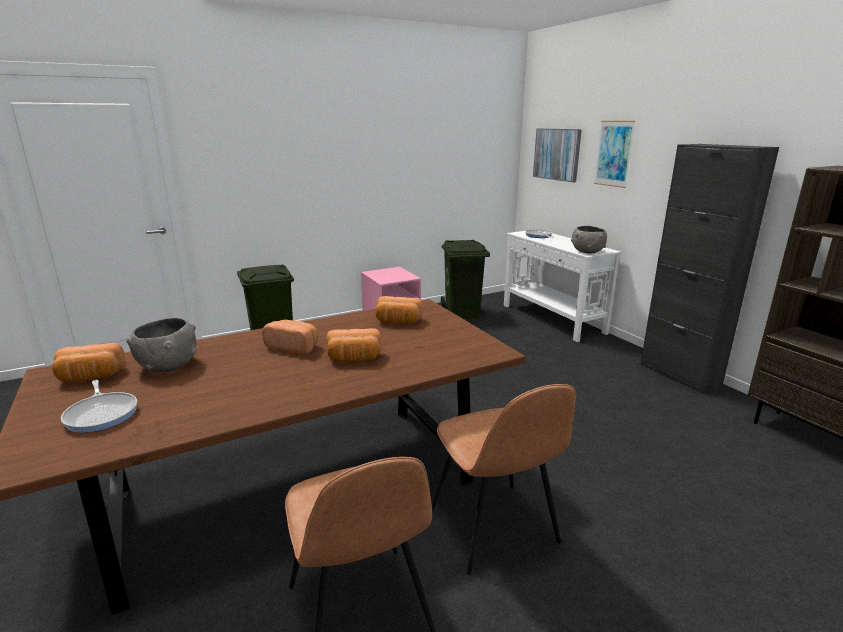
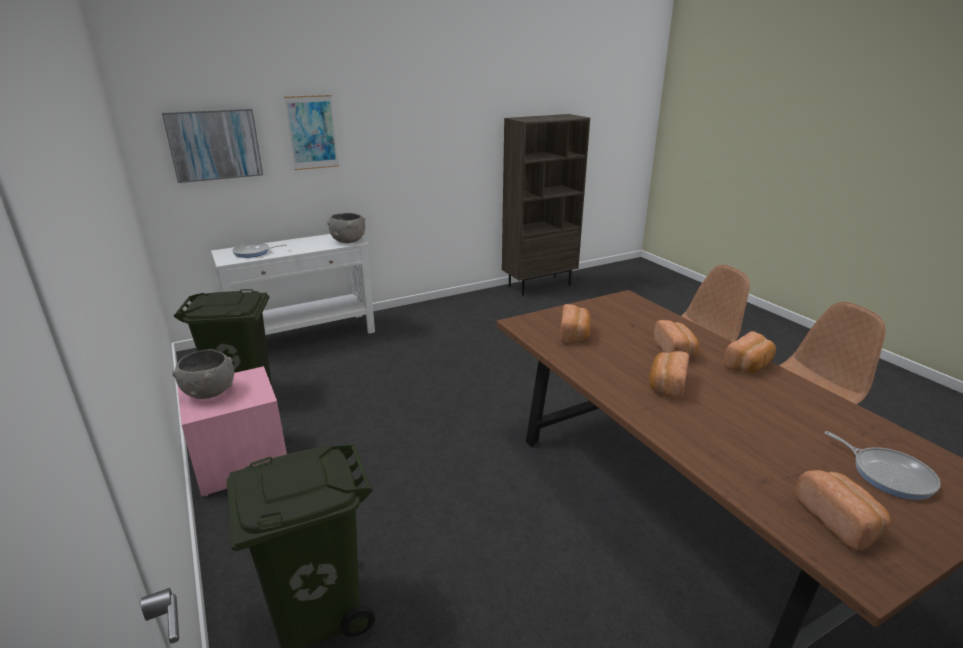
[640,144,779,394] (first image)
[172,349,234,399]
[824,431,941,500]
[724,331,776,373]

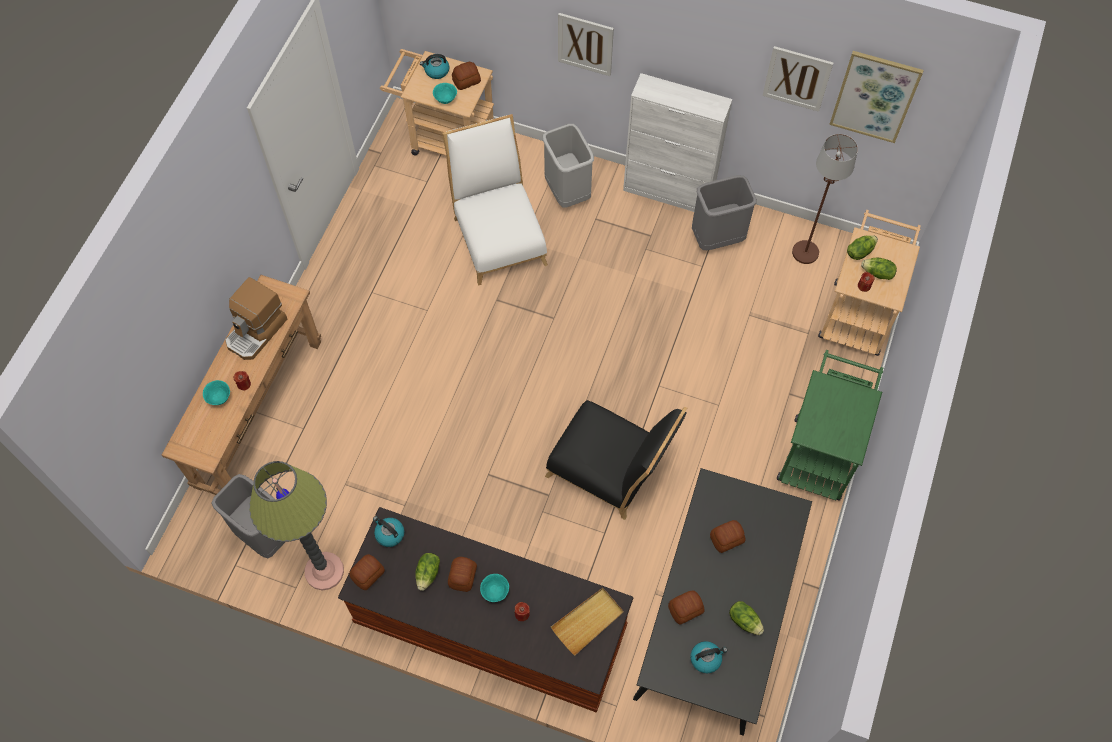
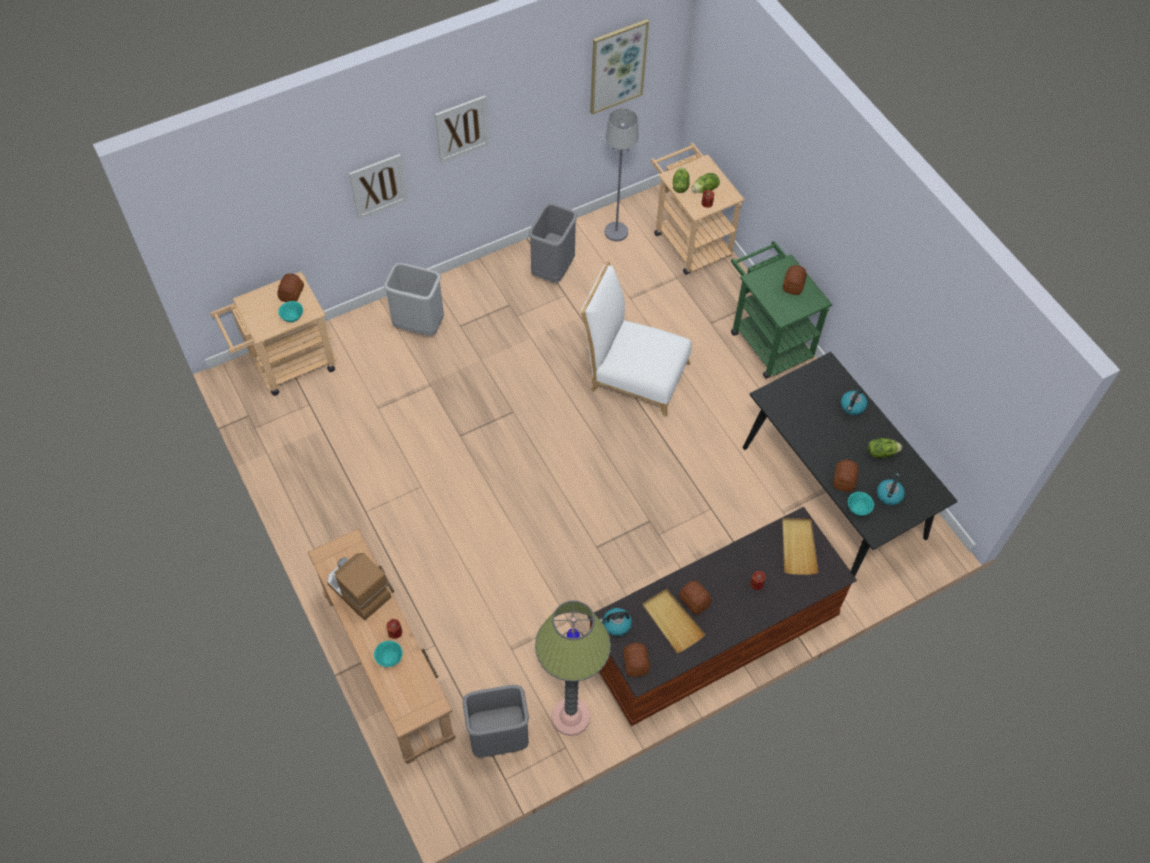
[435,95,489,163]
[841,388,868,415]
[623,73,732,212] (first image)
[581,261,691,417]
[605,108,639,241]
[327,553,391,620]
[545,400,687,520] (first image)
[783,265,807,295]
[642,589,705,653]
[848,492,874,516]

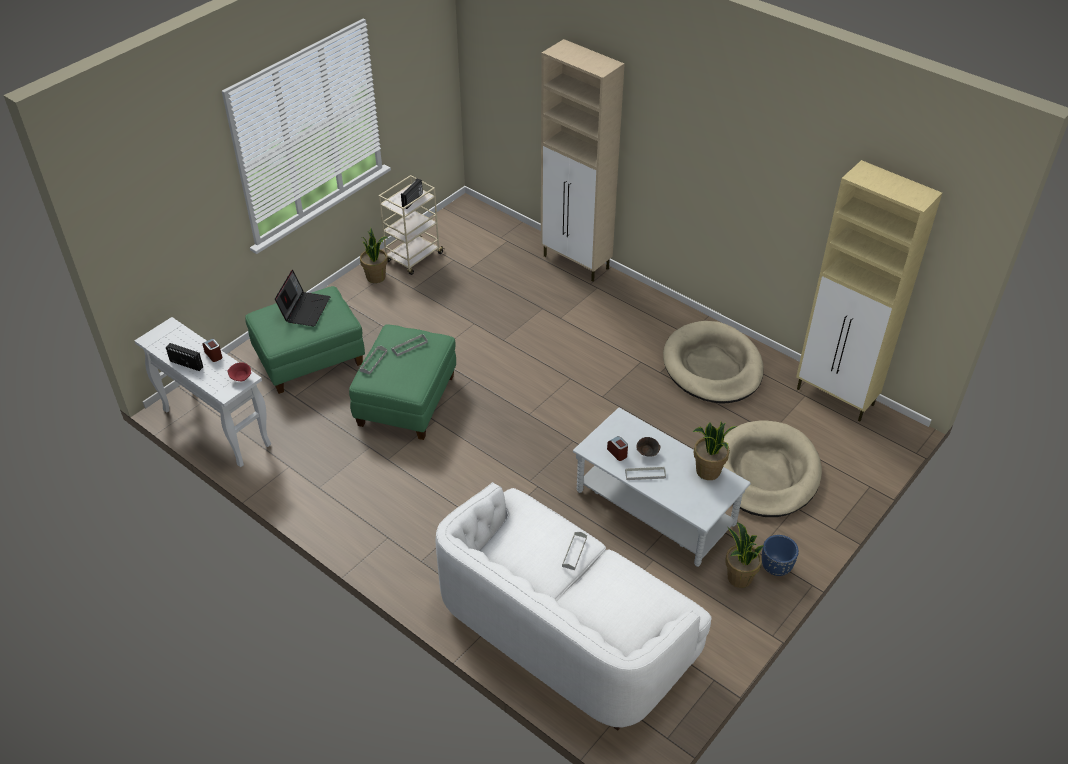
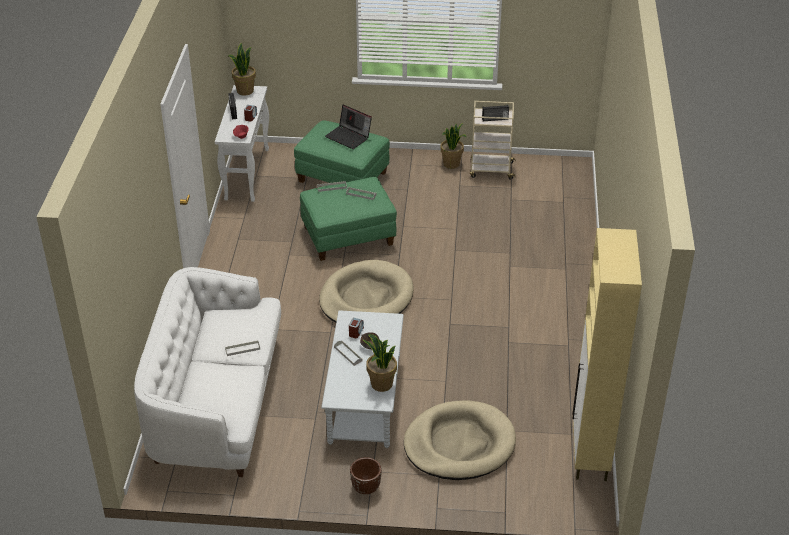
[541,39,625,282] (first image)
[325,105,372,149]
[319,260,414,323]
[229,43,256,96]
[350,457,382,494]

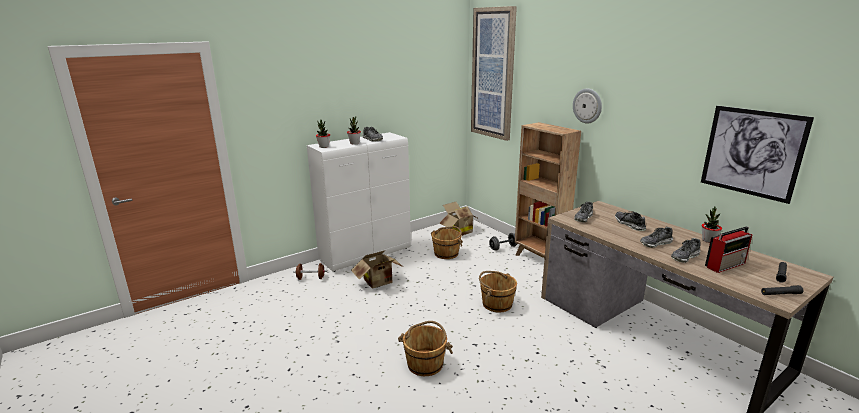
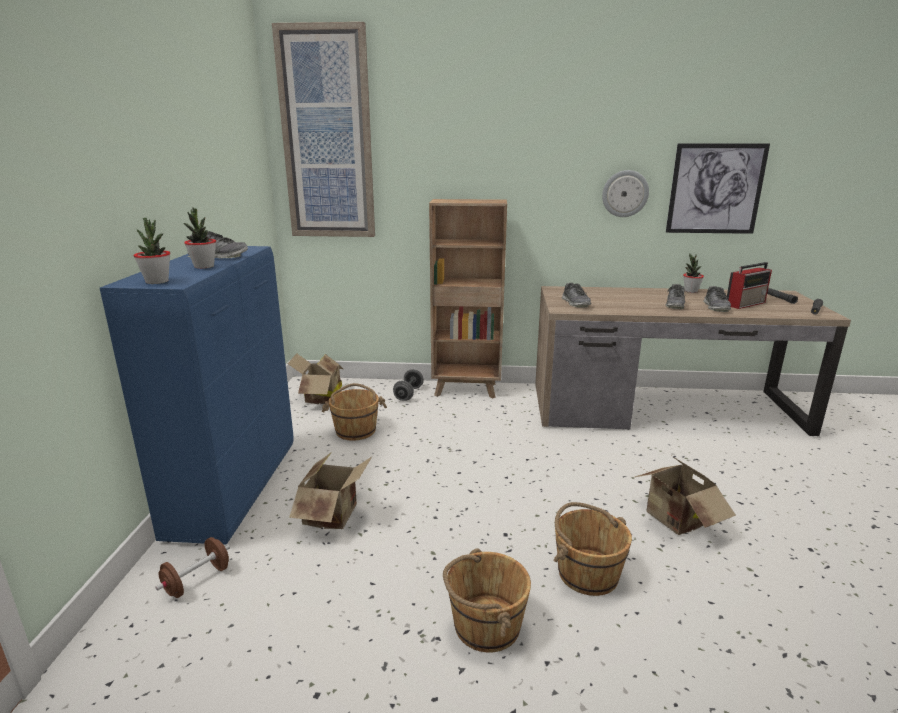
[602,170,649,217]
[100,246,294,545]
[615,211,646,231] (first image)
[727,262,772,309]
[443,549,531,652]
[635,456,736,535]

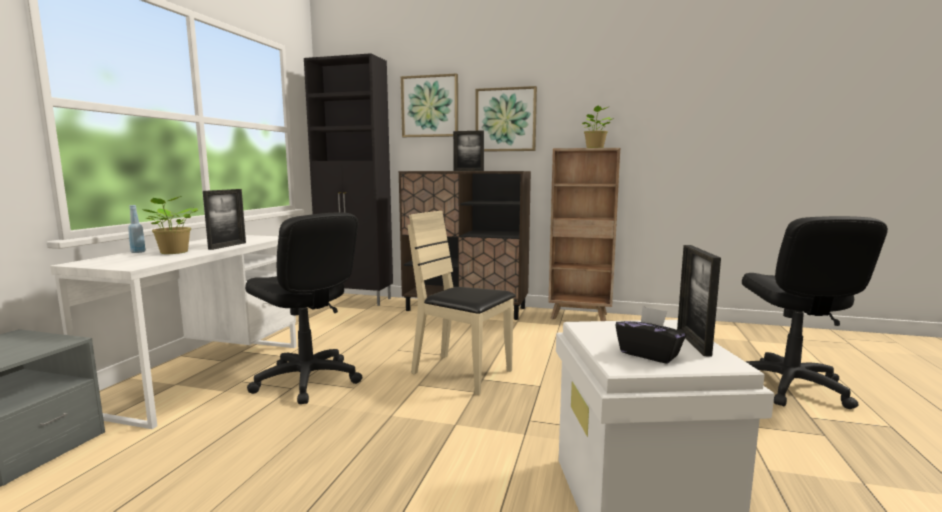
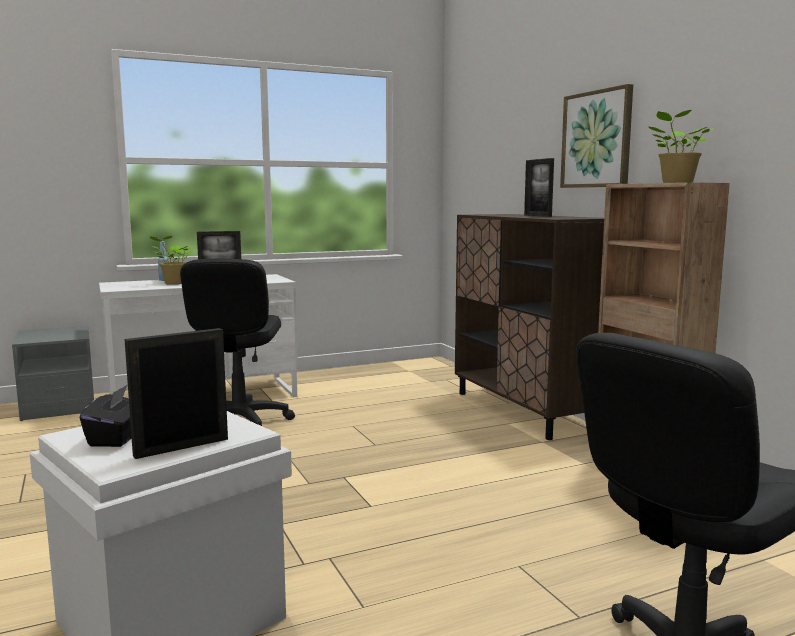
[304,53,393,306] (first image)
[401,73,458,137] (first image)
[407,211,516,395] (first image)

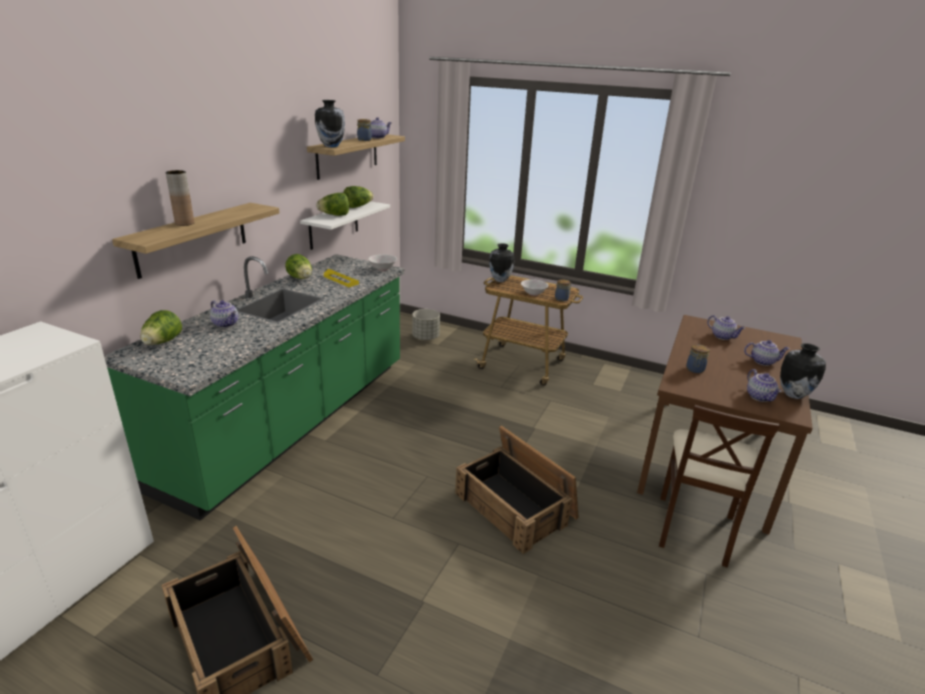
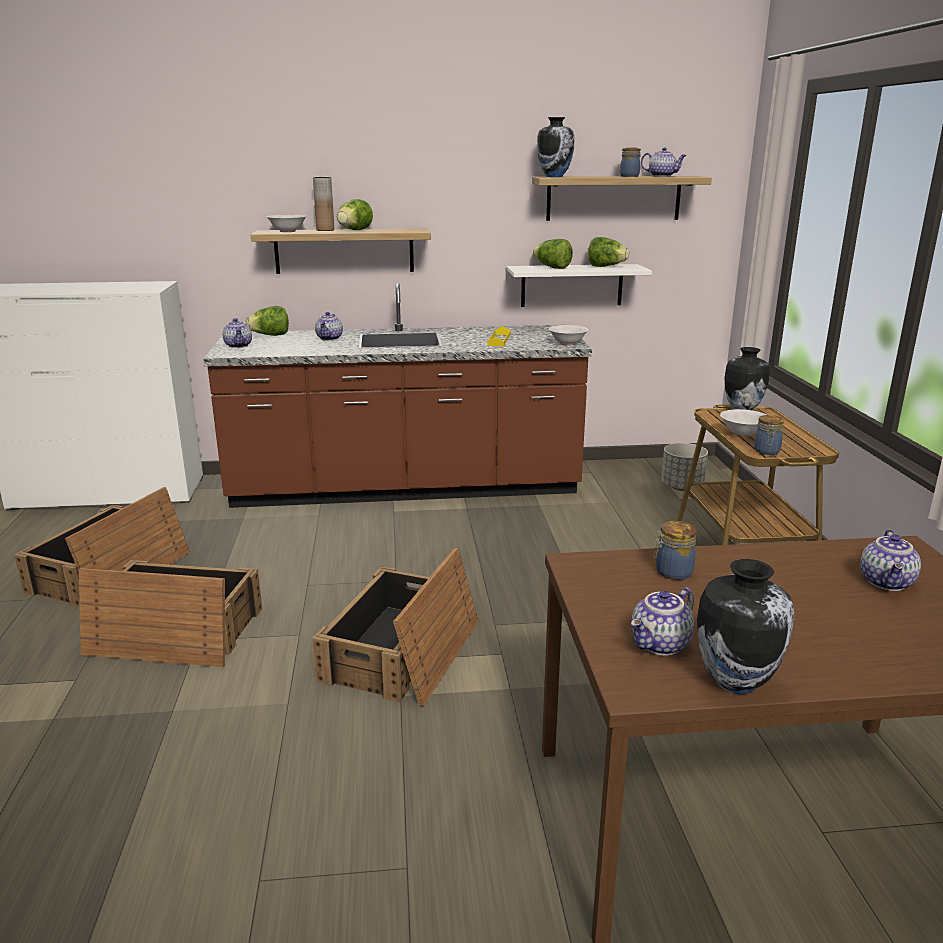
[203,283,592,508]
[337,199,373,230]
[223,318,252,348]
[659,405,780,568] (first image)
[267,215,307,232]
[79,560,262,667]

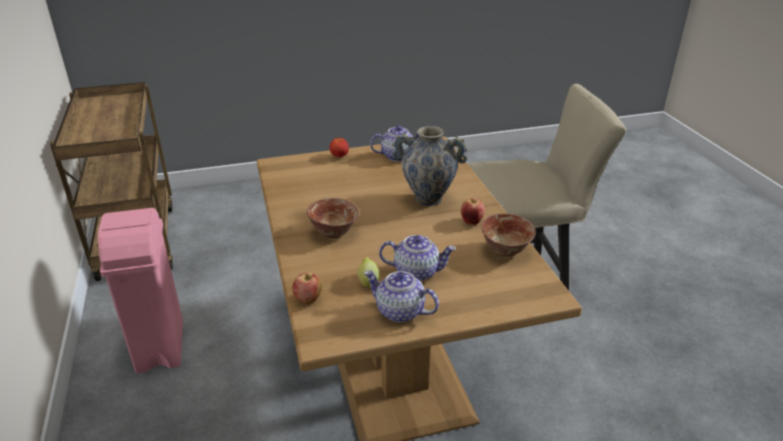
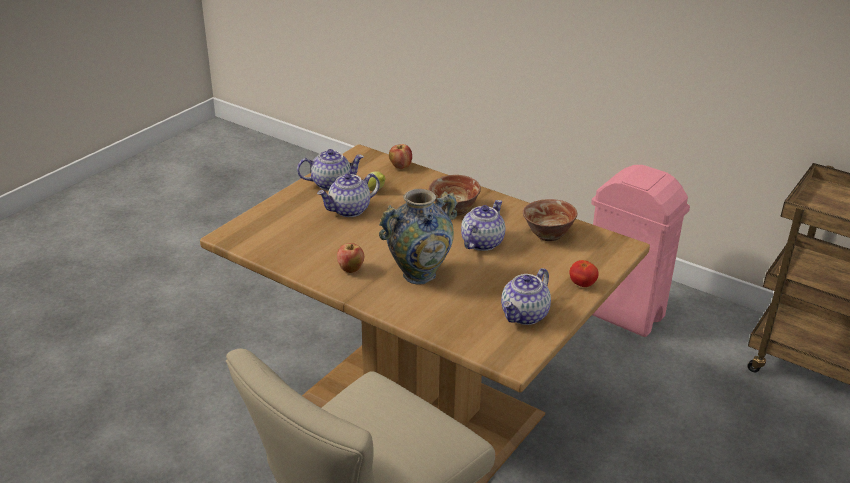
[523,199,577,241]
[461,200,505,251]

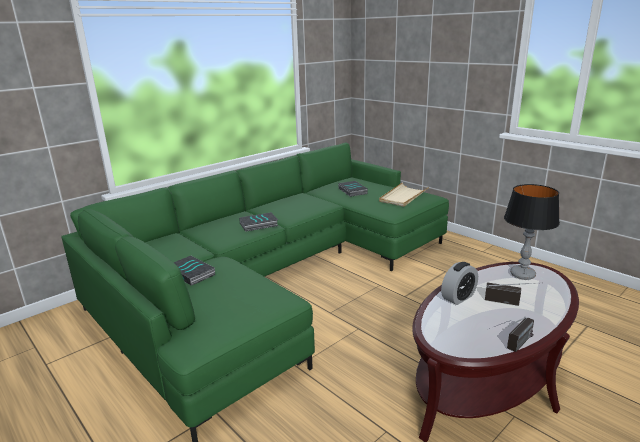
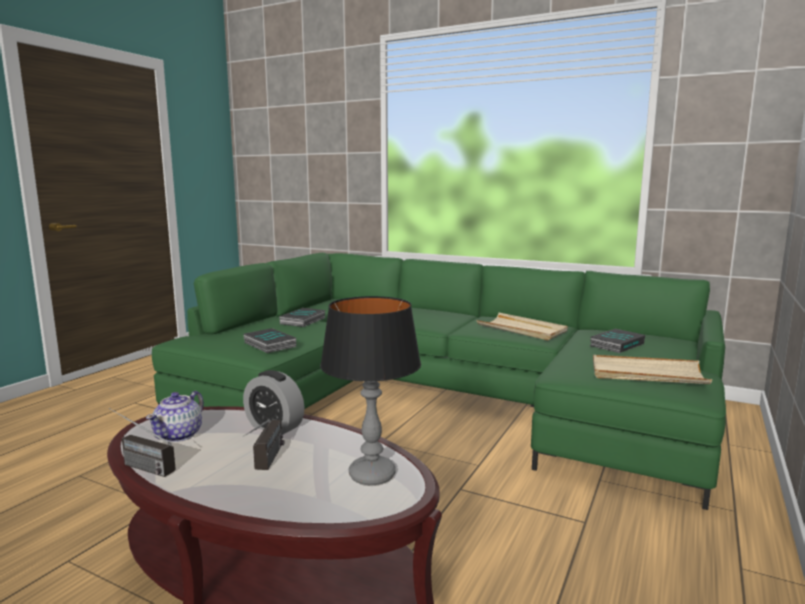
[244,328,296,353]
[477,313,568,340]
[146,391,204,442]

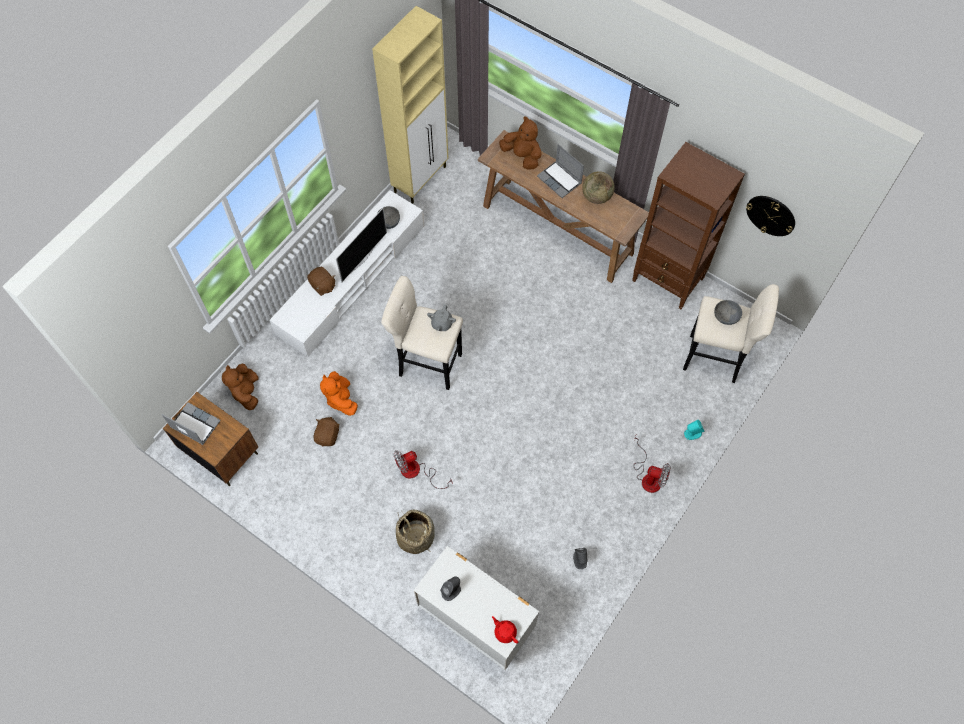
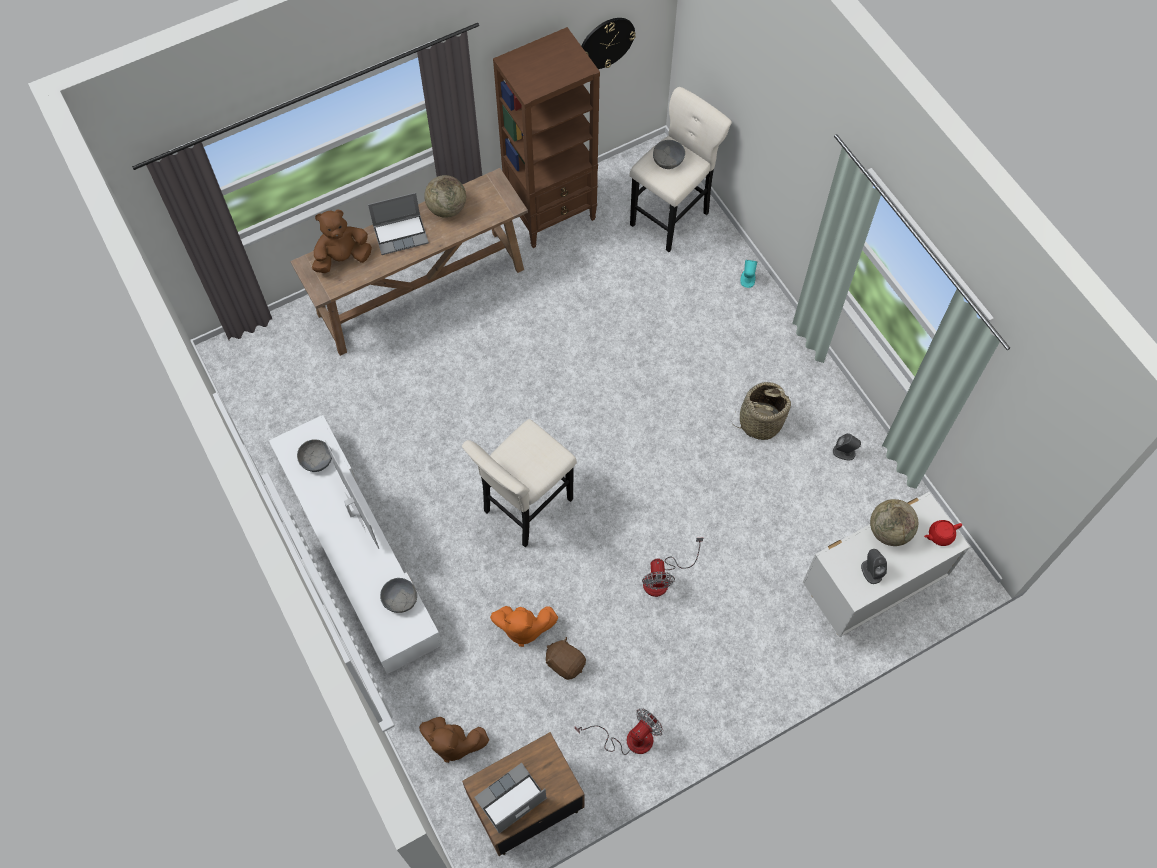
[372,6,449,204] (first image)
[307,266,335,296] (first image)
[427,304,456,331] (first image)
[575,708,663,755]
[736,382,791,440]
[870,499,918,546]
[380,578,417,613]

